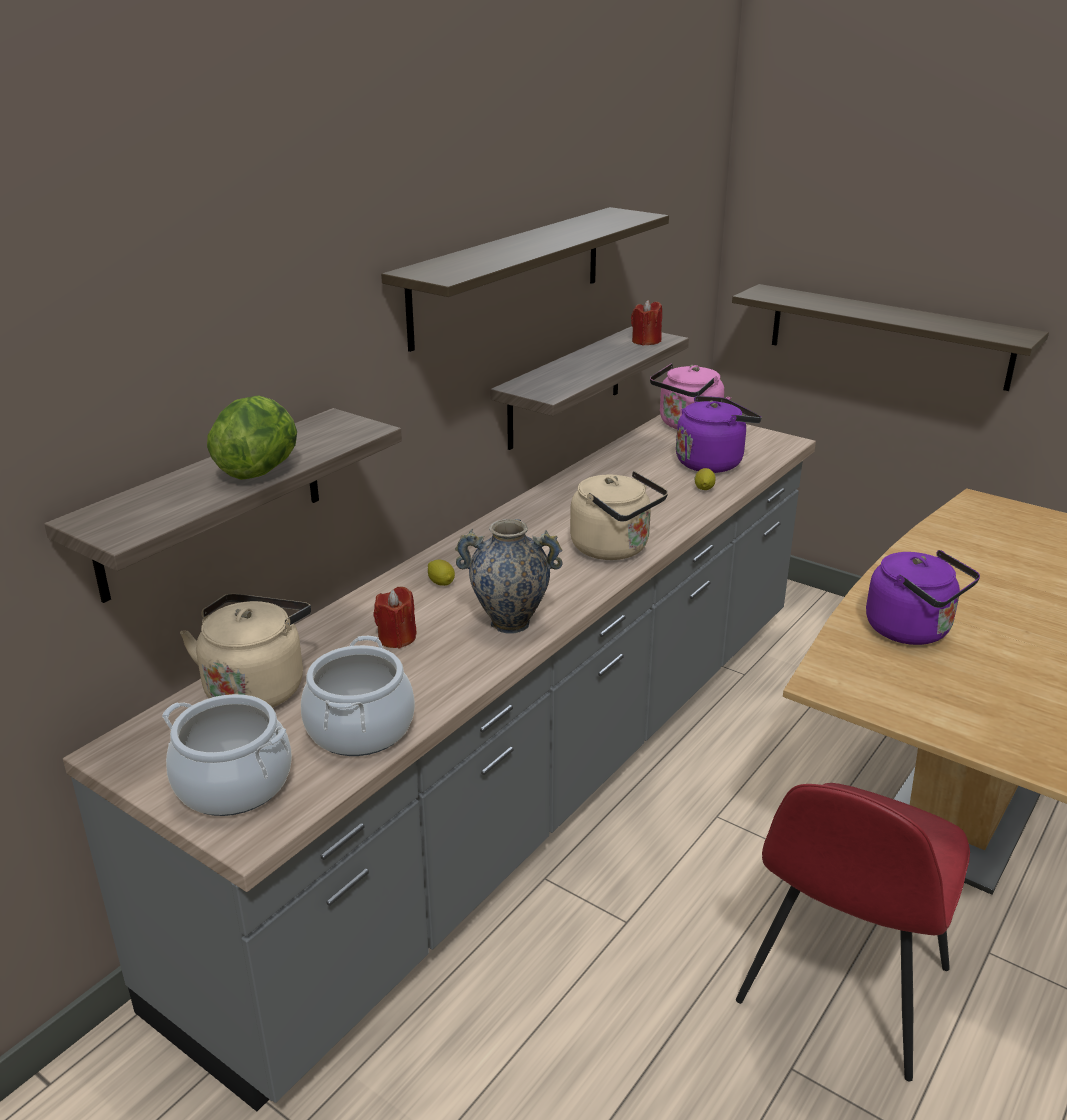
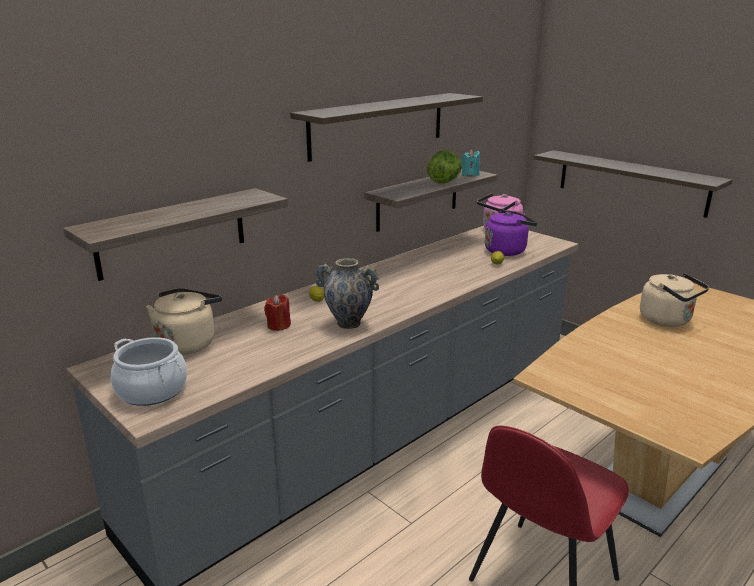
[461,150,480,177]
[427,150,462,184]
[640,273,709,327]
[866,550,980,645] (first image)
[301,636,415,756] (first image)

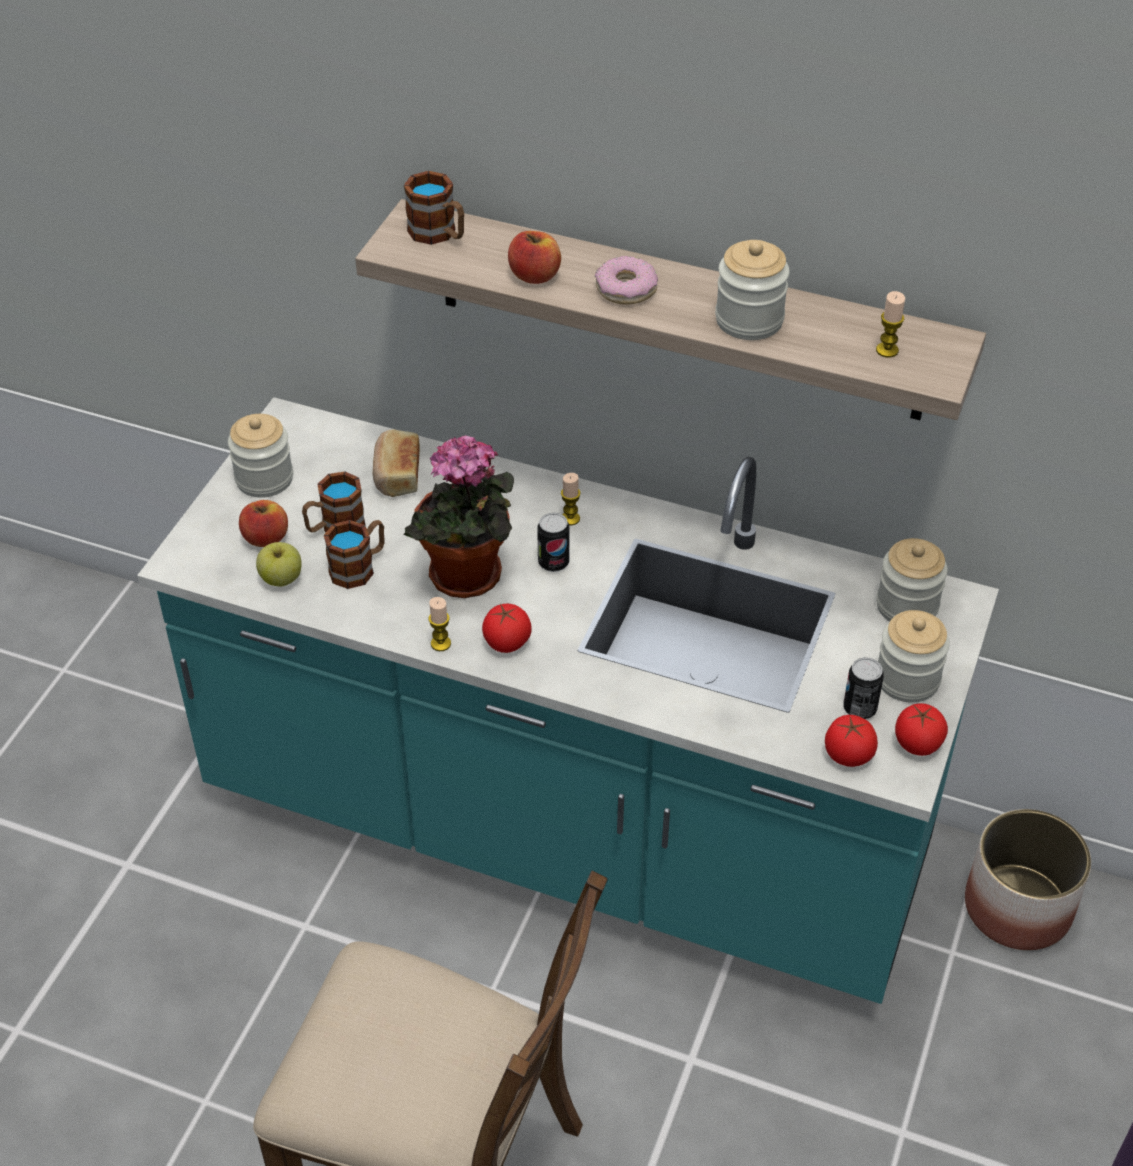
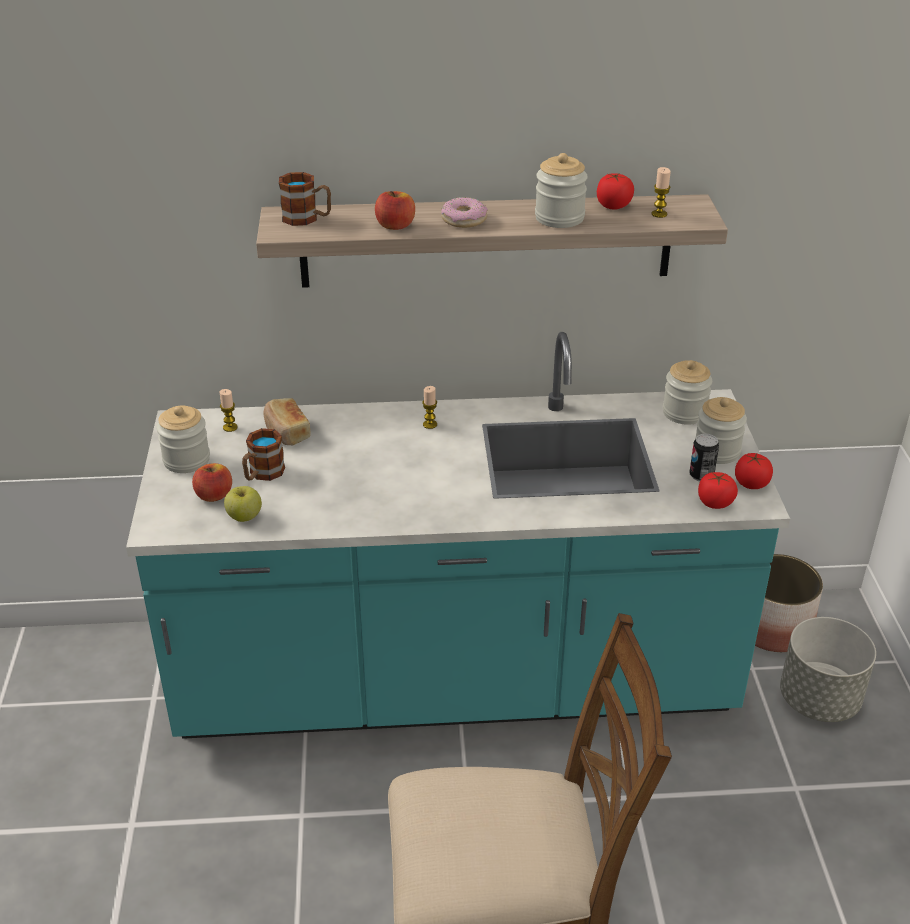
[403,435,514,598] (first image)
[537,512,570,572] (first image)
[324,520,384,589] (first image)
[220,389,238,432]
[597,173,634,210]
[780,617,876,722]

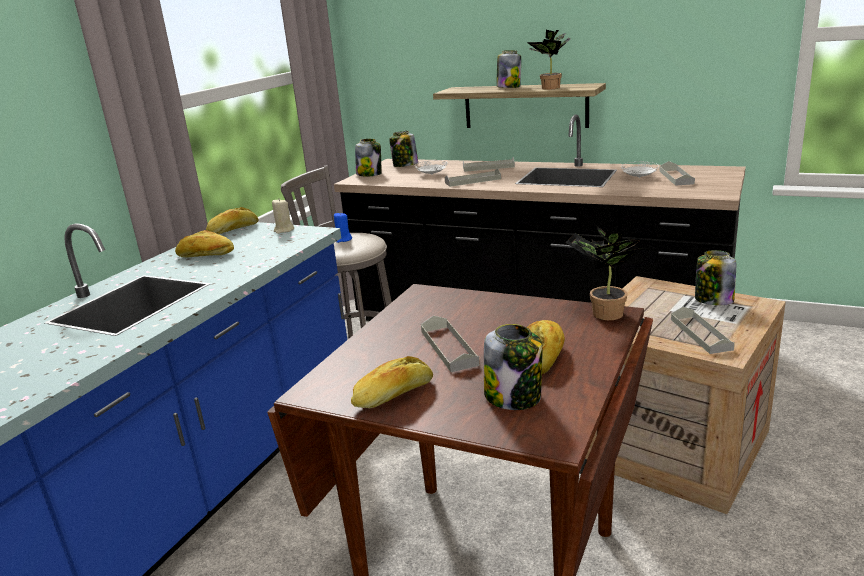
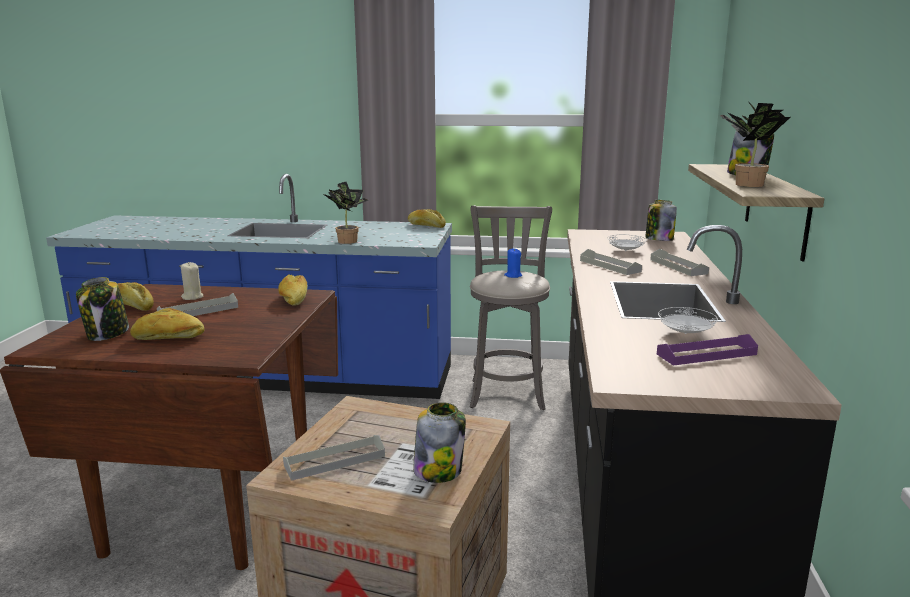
[355,139,381,176] (first image)
[657,334,758,366]
[181,262,204,300]
[323,182,368,244]
[278,274,307,306]

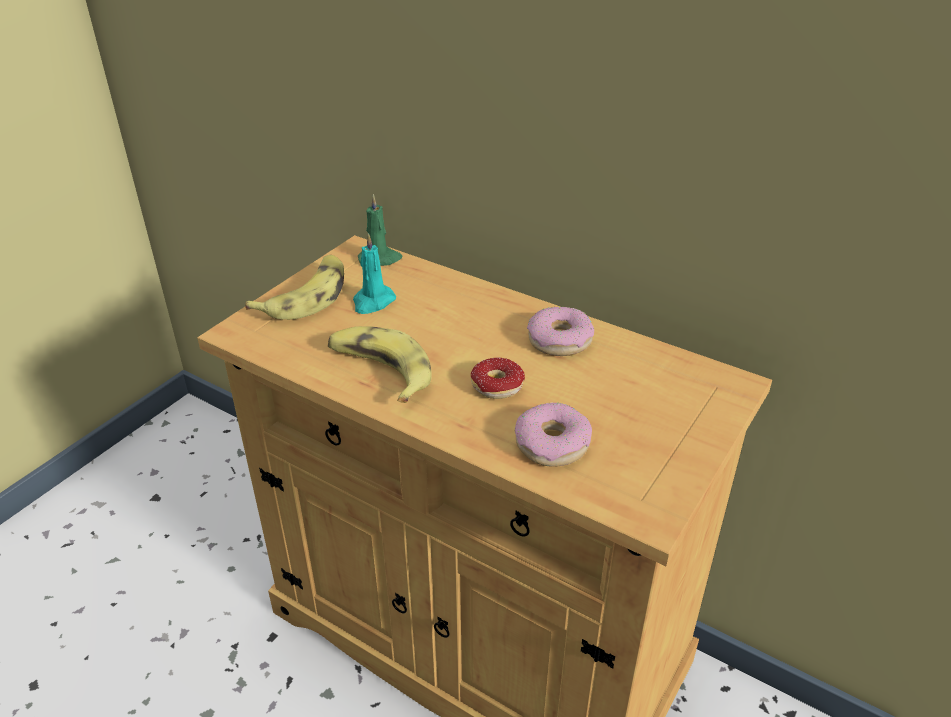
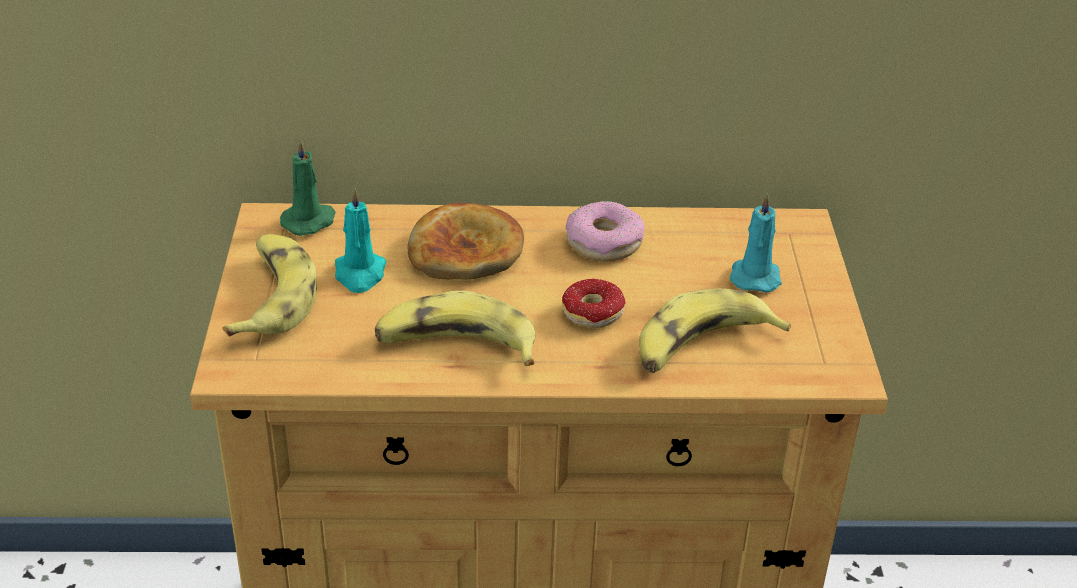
[639,288,791,373]
[730,193,782,293]
[408,203,524,280]

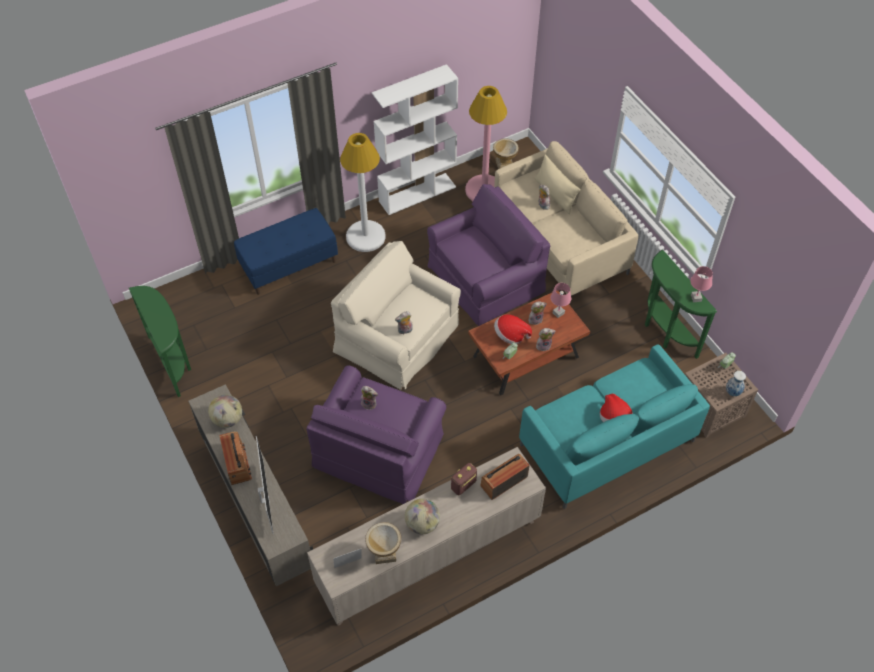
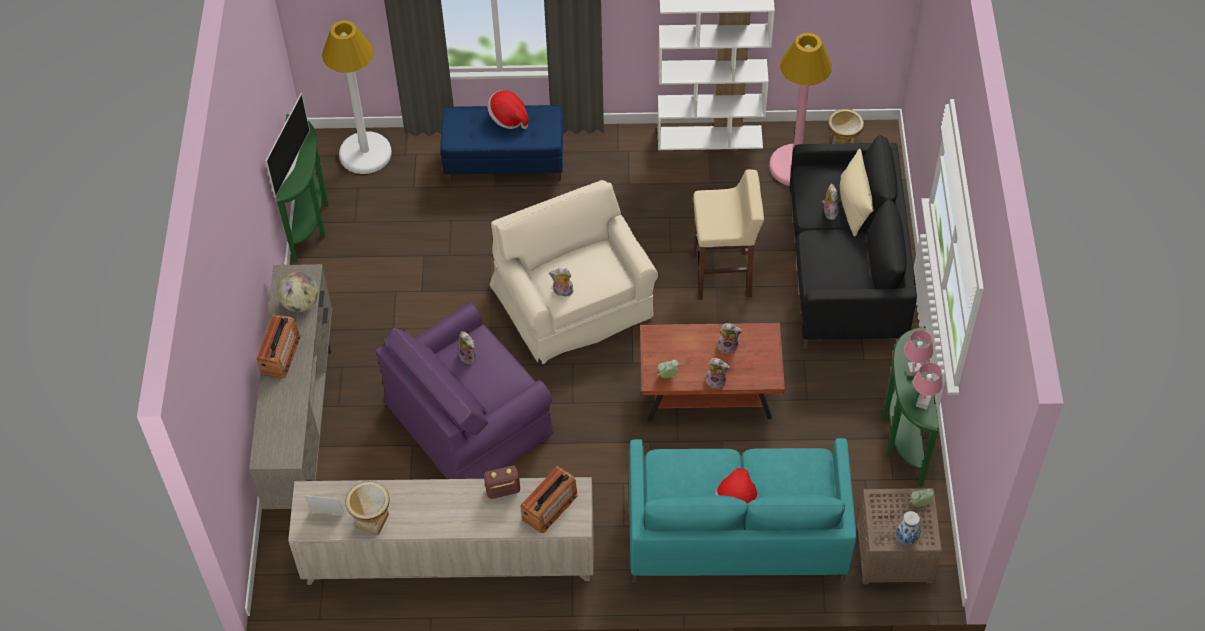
[322,20,392,174]
[790,135,917,349]
[693,169,764,300]
[904,330,933,376]
[487,90,529,129]
[266,93,310,197]
[521,465,578,533]
[405,499,440,534] (first image)

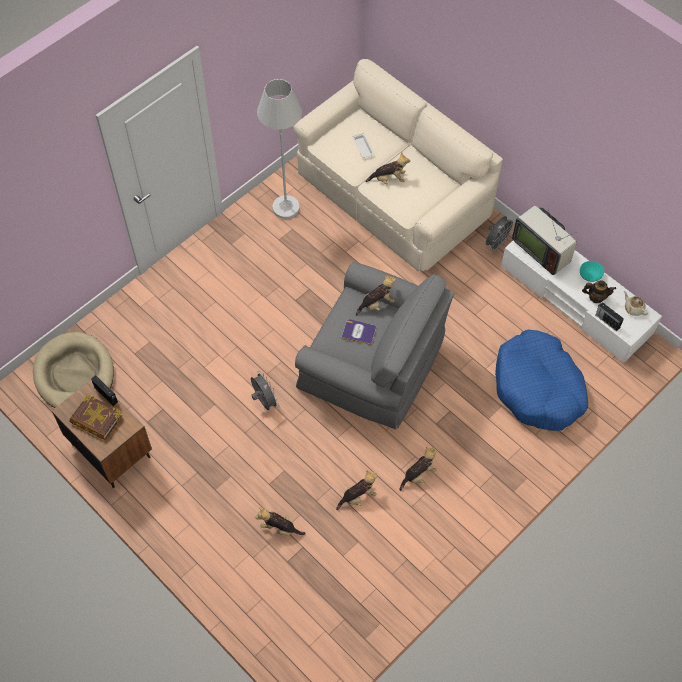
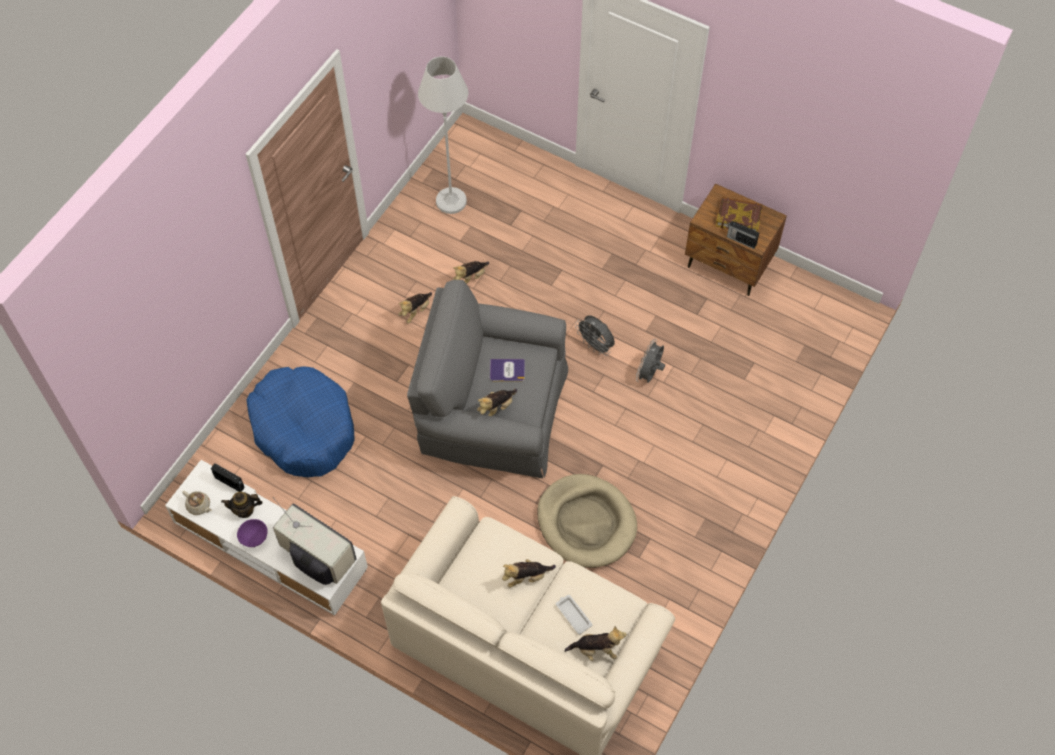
[418,56,469,214]
[636,339,665,383]
[237,519,268,547]
[537,474,637,568]
[564,626,627,661]

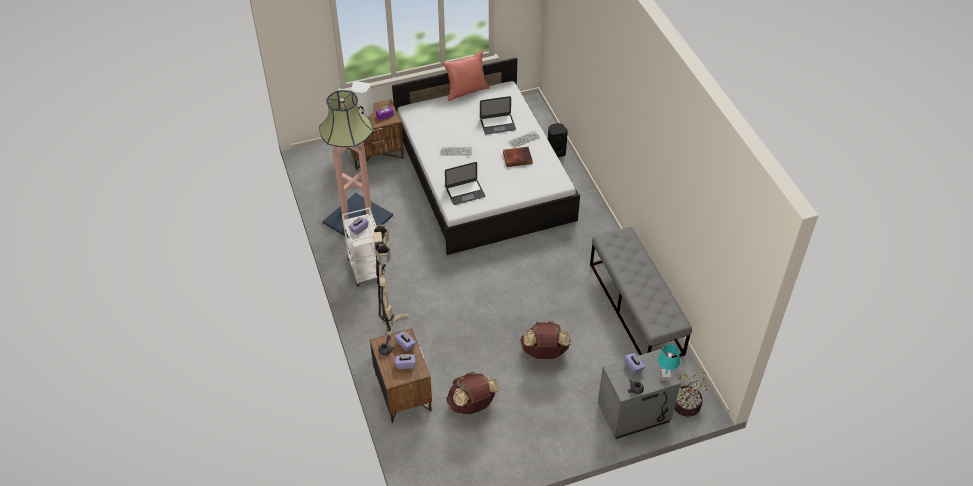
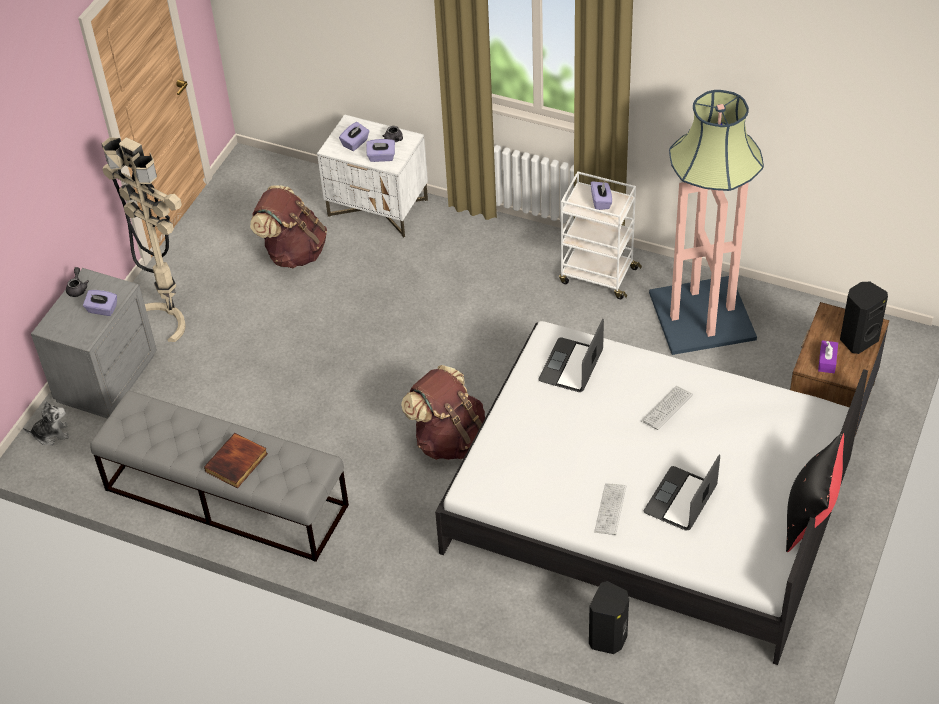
[786,433,844,552]
[840,282,888,354]
[204,433,268,488]
[102,137,186,342]
[401,365,485,460]
[317,114,428,238]
[658,344,680,381] (first image)
[23,401,69,445]

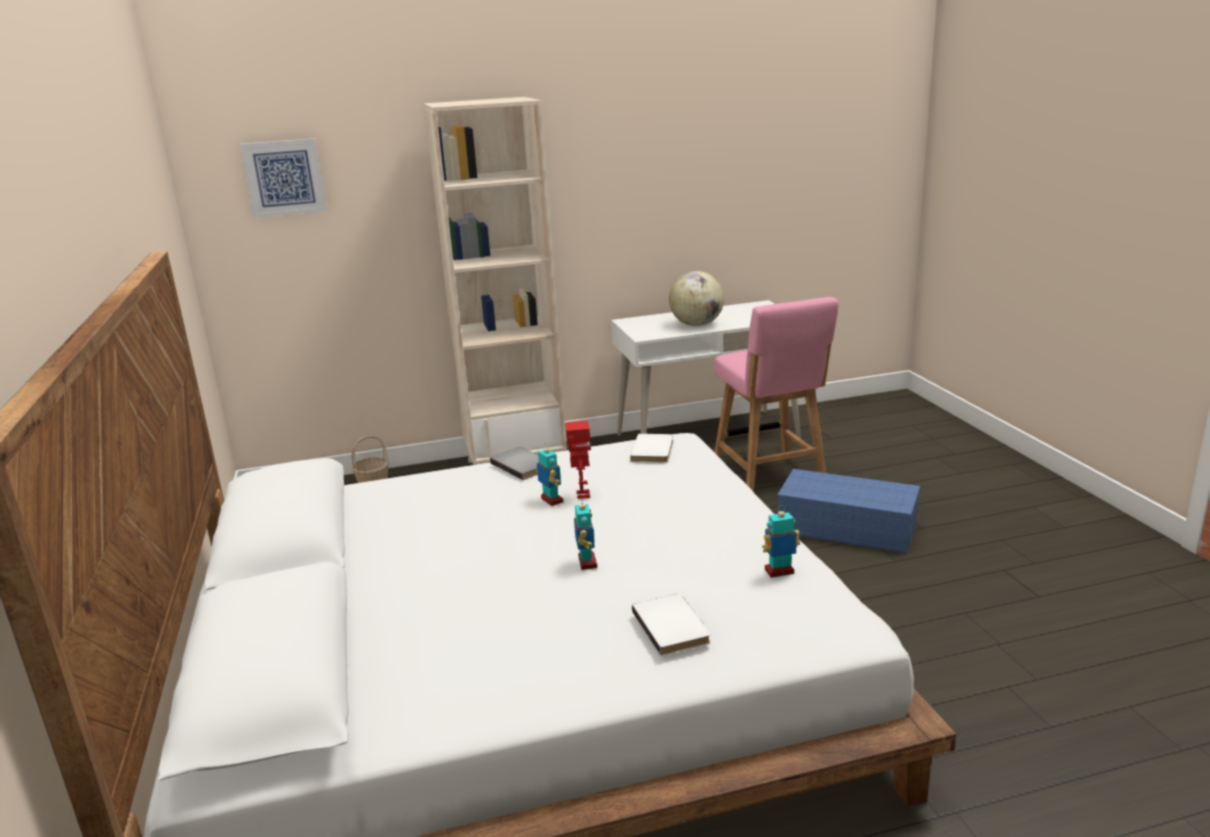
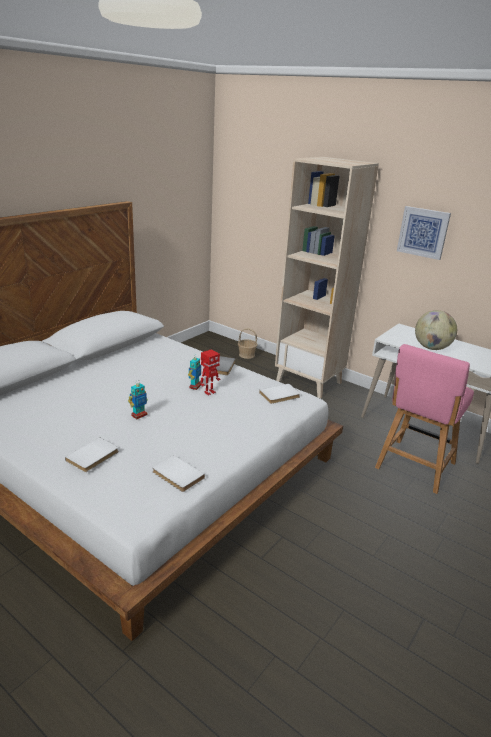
[397,206,451,260]
[777,469,920,553] (first image)
[153,455,205,492]

